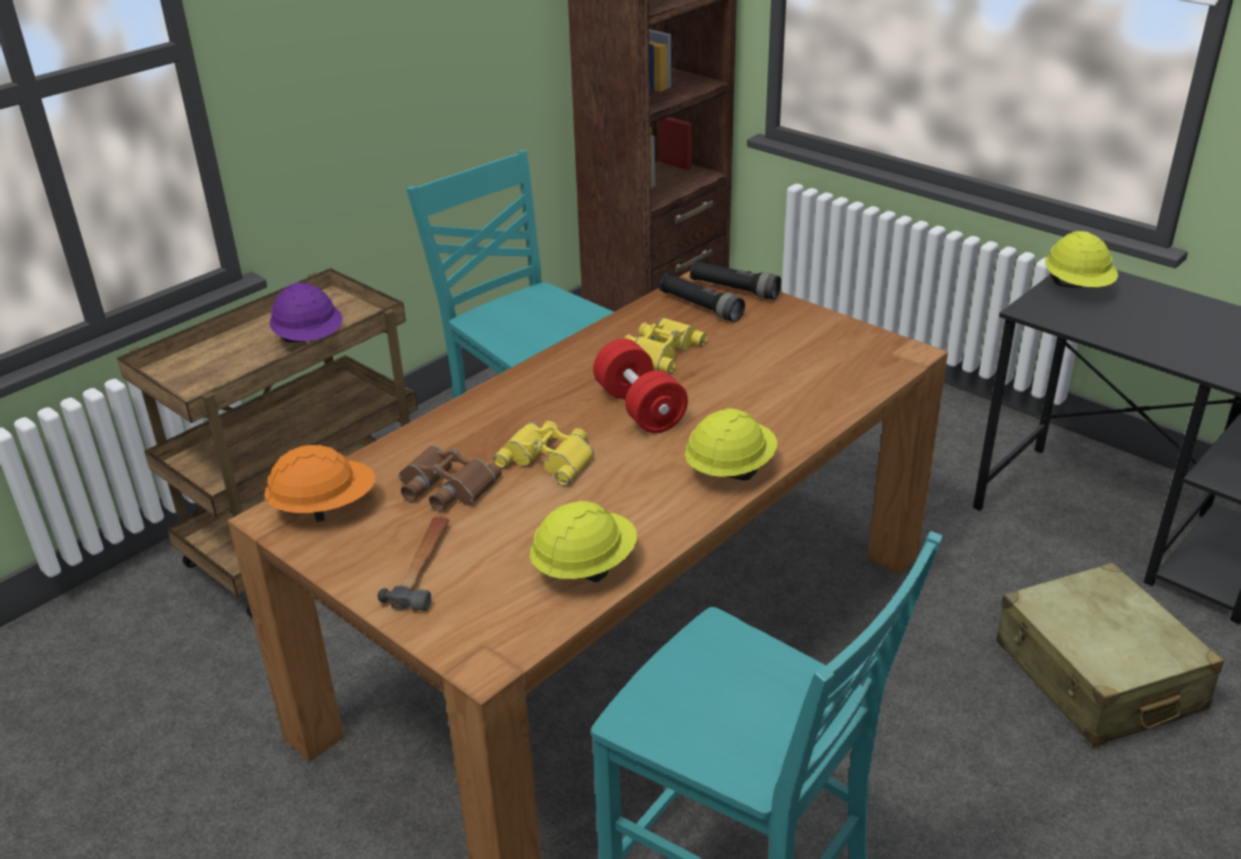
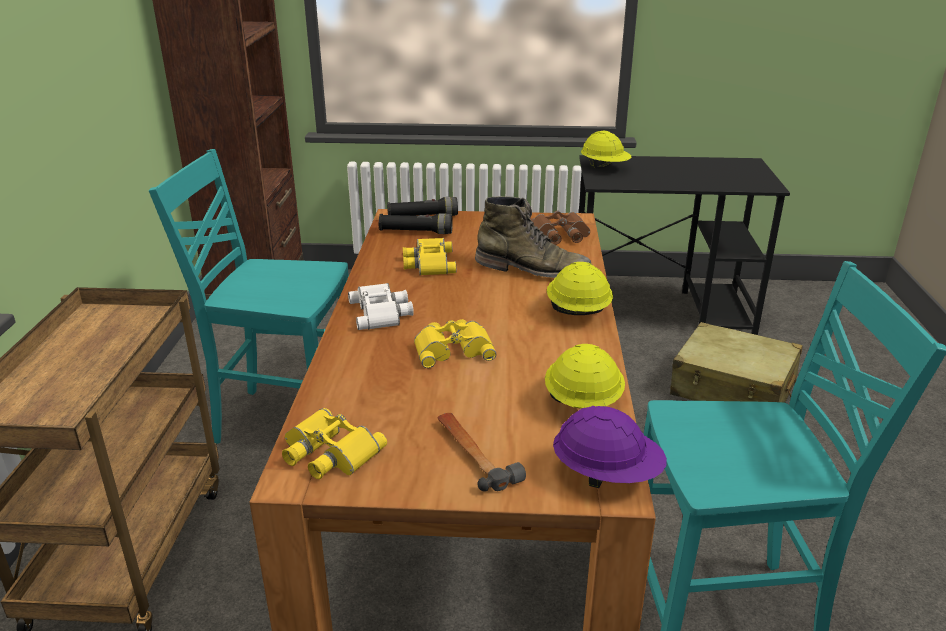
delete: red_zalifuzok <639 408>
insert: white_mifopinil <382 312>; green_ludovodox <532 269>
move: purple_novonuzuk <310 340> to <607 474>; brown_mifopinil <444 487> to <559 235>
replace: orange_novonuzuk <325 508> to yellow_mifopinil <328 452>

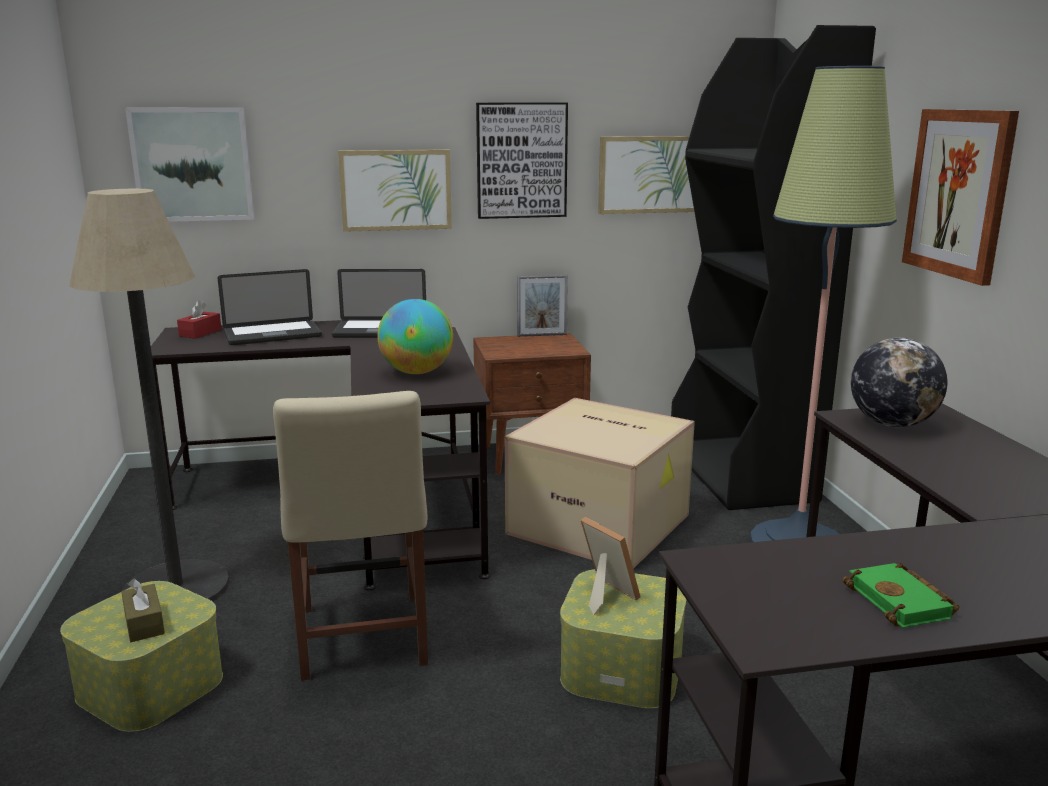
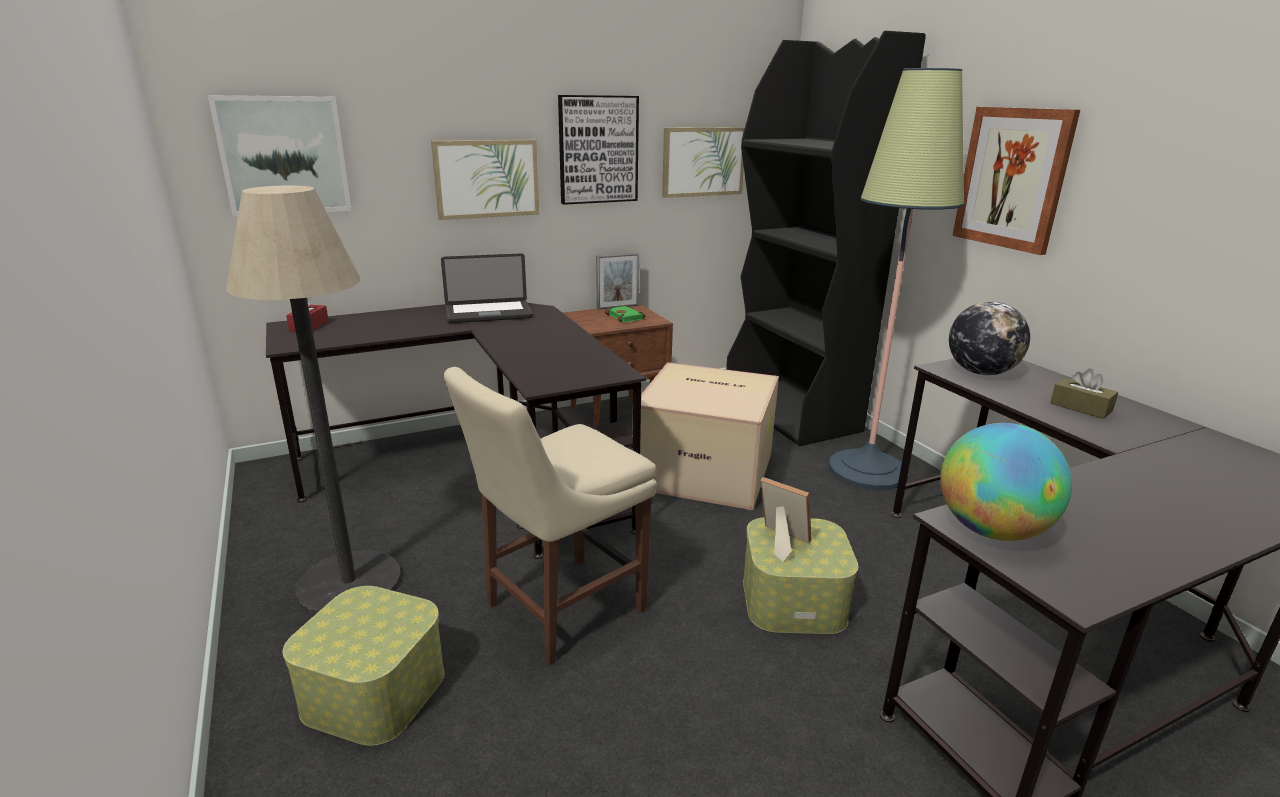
delete: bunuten <272 335>
move: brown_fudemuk <144 623> to <1080 407>; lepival <417 372> to <991 530>; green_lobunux <902 603> to <626 317>
rotate: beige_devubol <362 640> = <558 609> 75 degrees clockwise

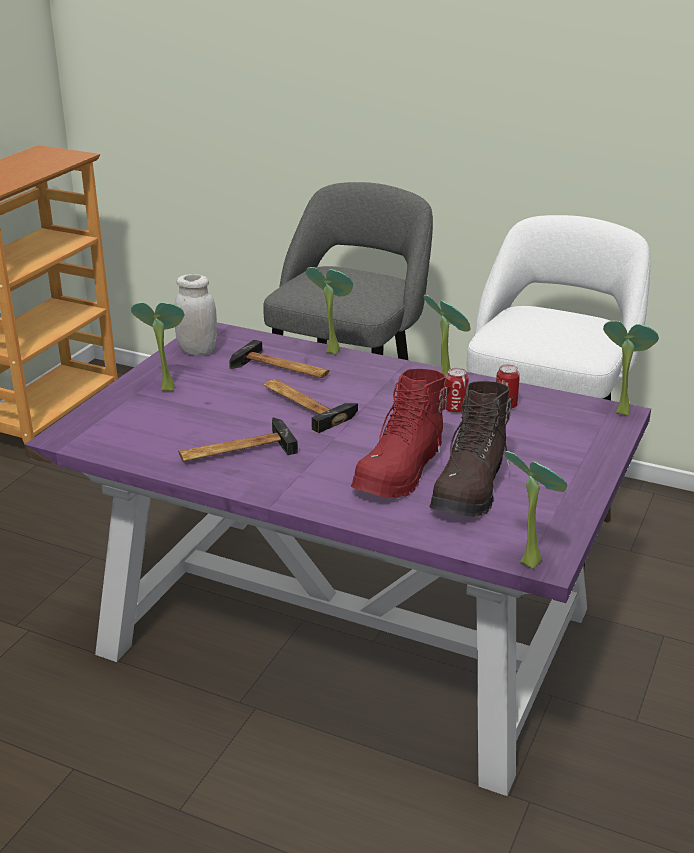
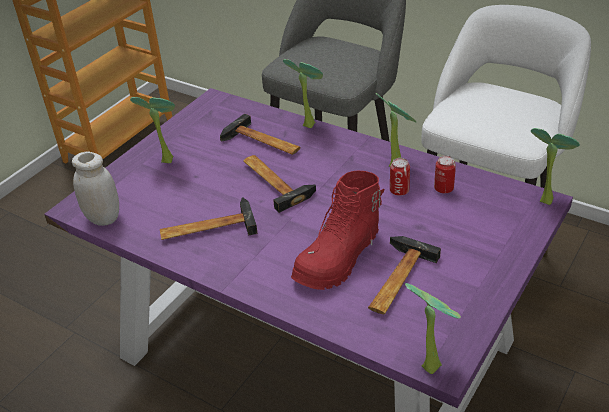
move: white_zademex <197 351> to <103 218>
replace: brown_ludovodox <471 488> to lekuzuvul <395 280>

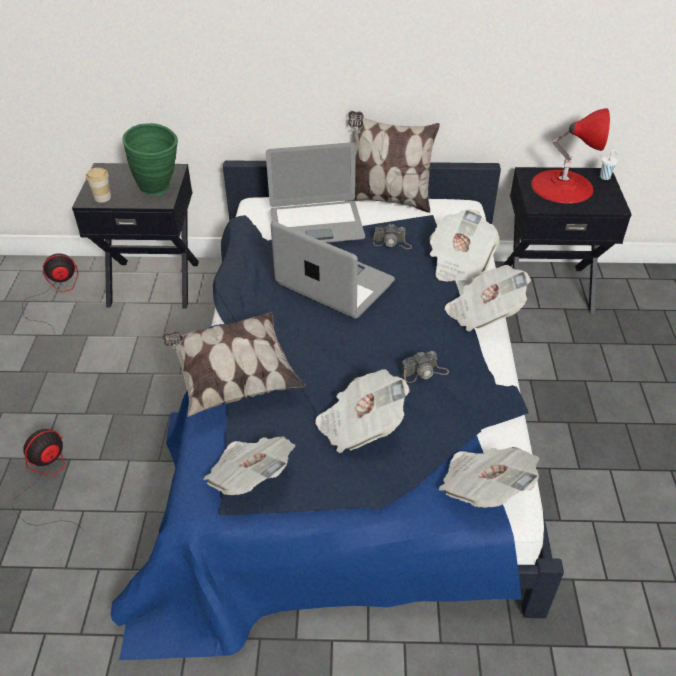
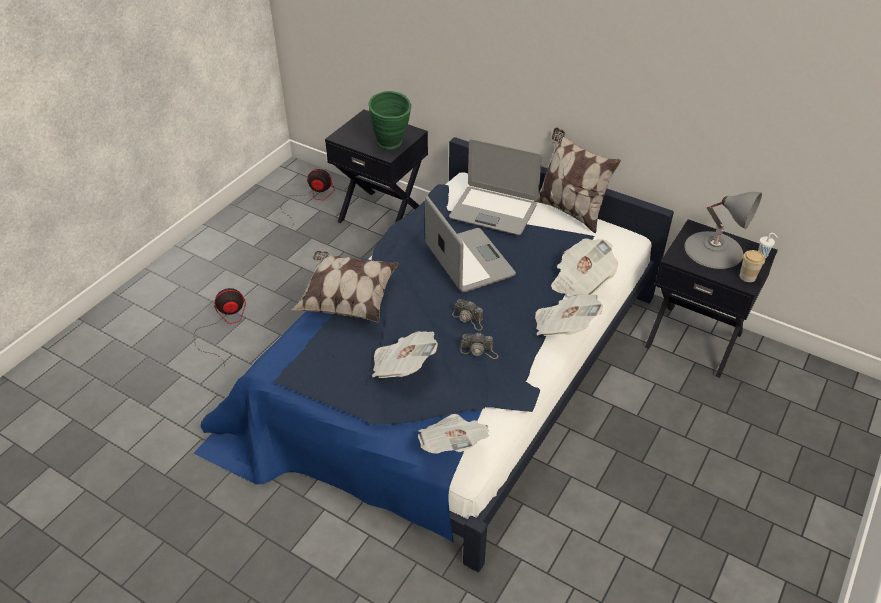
delete: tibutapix <250 477>
move: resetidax <102 197> to <747 277>; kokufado <392 243> to <469 319>
recolor: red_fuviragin <562 186> to grey_fuviragin <714 249>

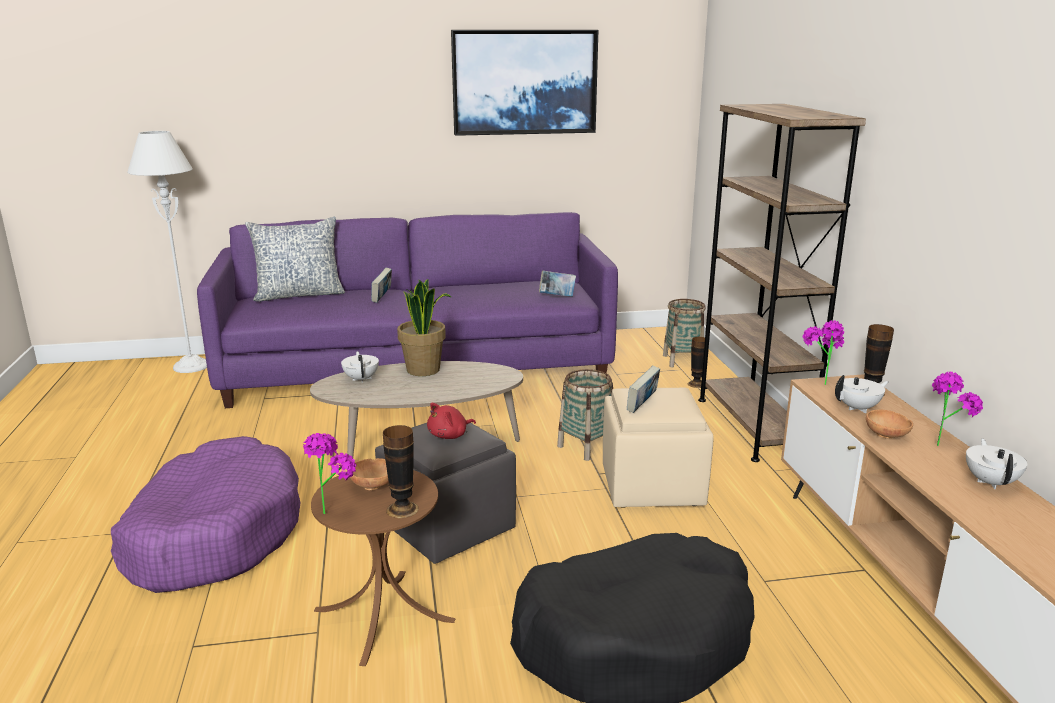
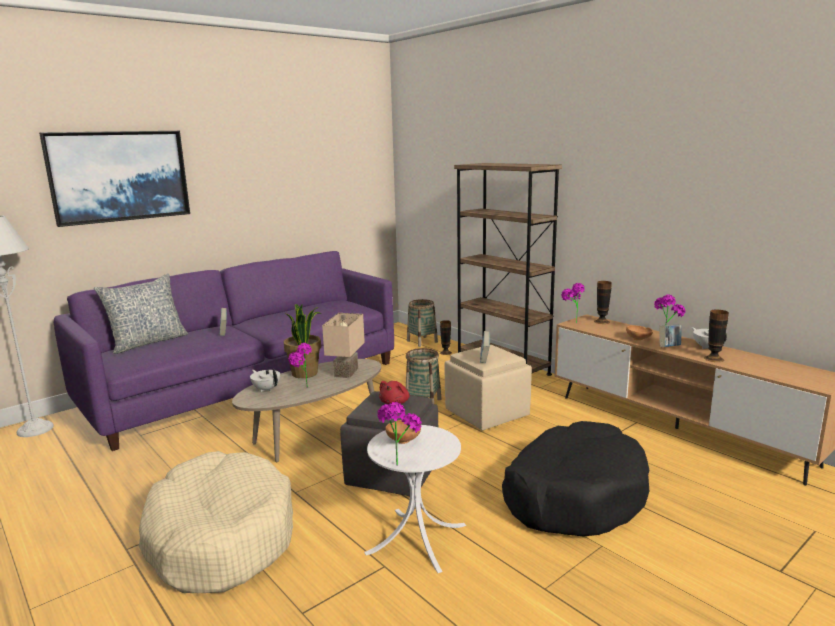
delete: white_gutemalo <858 408>
insert: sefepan <301 388>; beige_fuviragin <345 372>
move: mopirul <402 509> to <713 359>; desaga <524 82> to <119 176>; lobunux <557 297> to <669 348>
recolor: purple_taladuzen <213 534> to beige_taladuzen <220 537>; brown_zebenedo <384 615> to white_zebenedo <416 538>

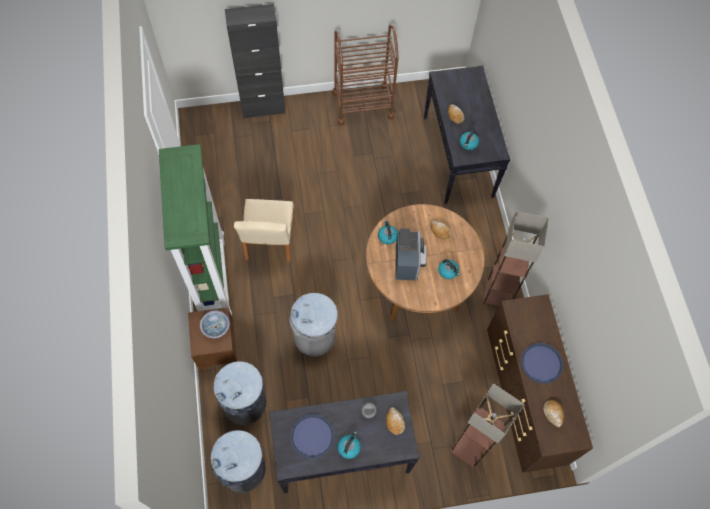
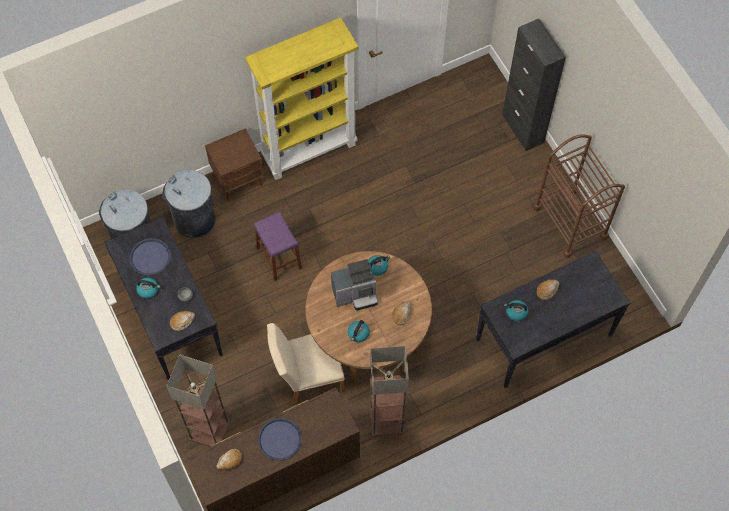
delete: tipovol <215 327>
move: beige_devubol <269 243> to <307 376>
replace: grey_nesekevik <315 337> to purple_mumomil <279 258>
recolor: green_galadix <212 278> to yellow_galadix <309 150>

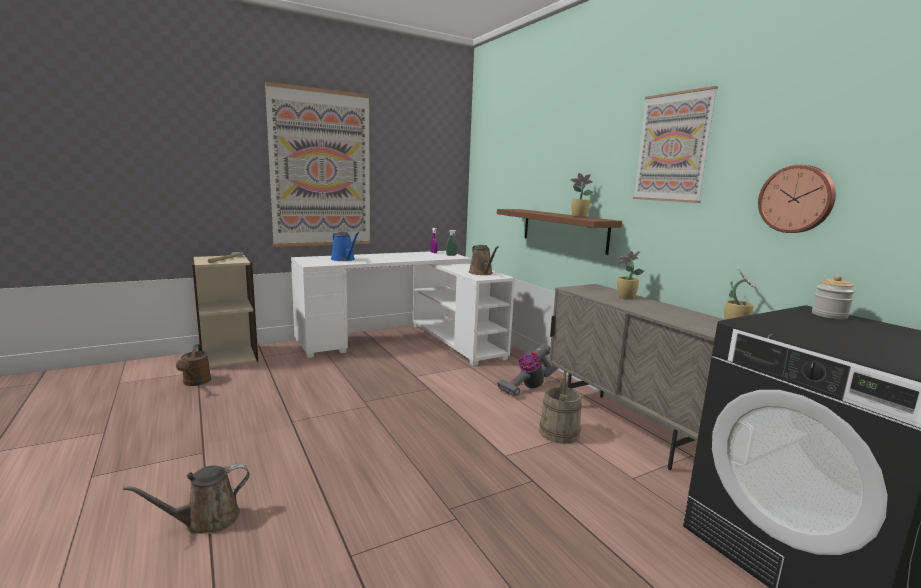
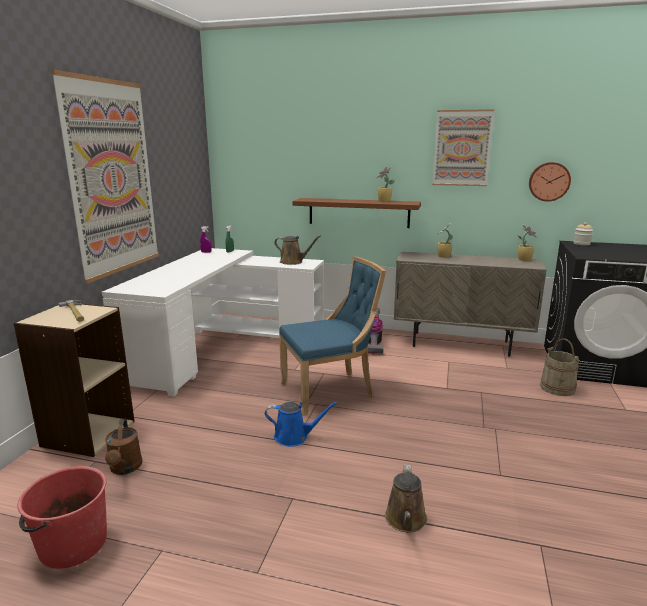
insert: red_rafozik <72 544>; blue_devubol <330 390>
move: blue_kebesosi <344 259> to <294 437>; beige_rafozik <559 433> to <557 388>
rotate: brown_kebesosi <195 383> = <125 468> 45 degrees clockwise

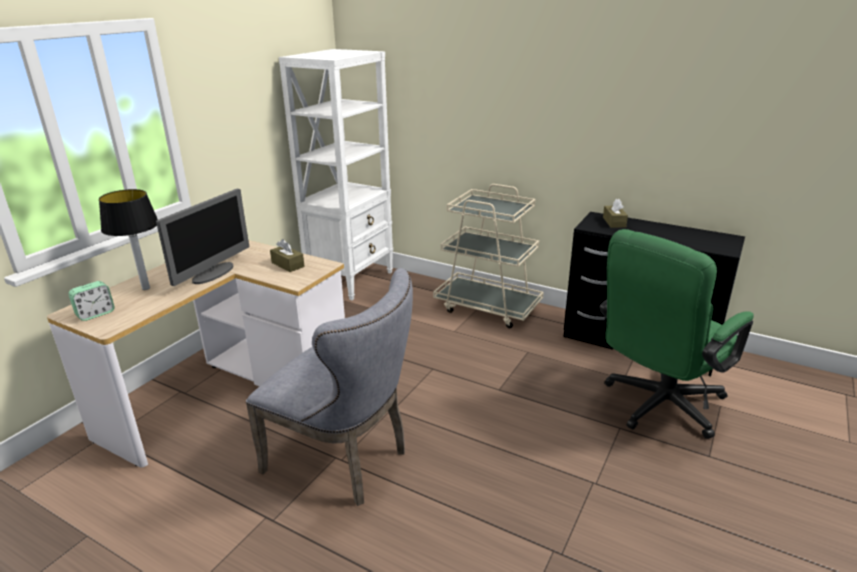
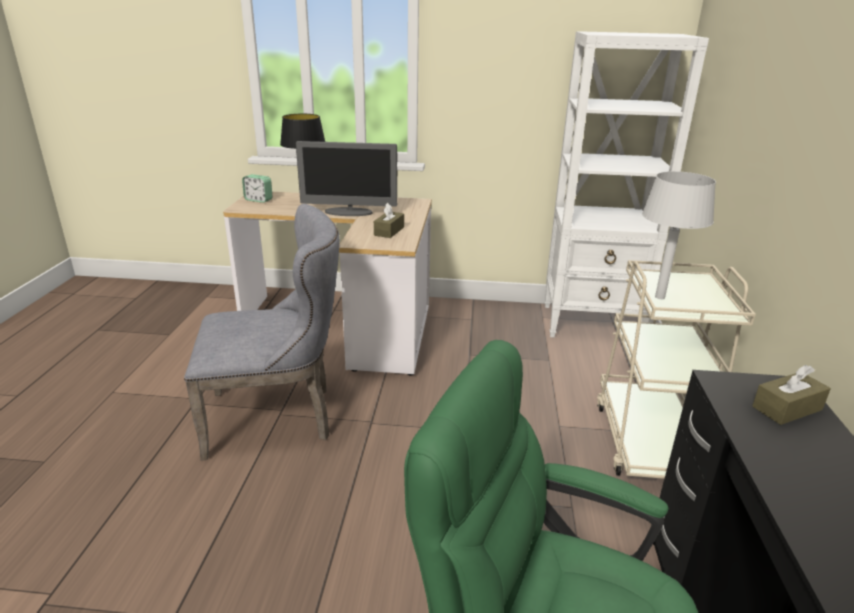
insert: grey_fuviragin <660 297>
rotate: grey_devubol <345 461> = <278 417> 105 degrees counterclockwise

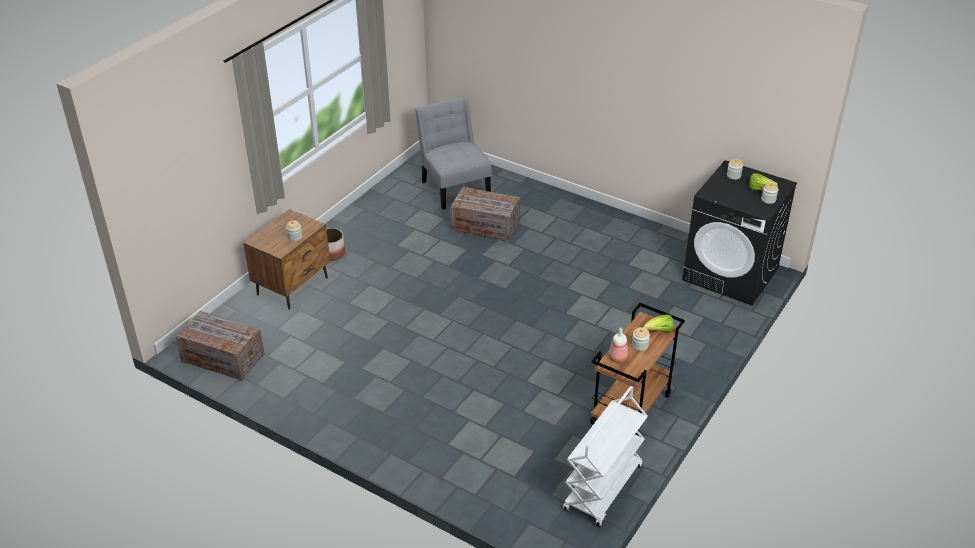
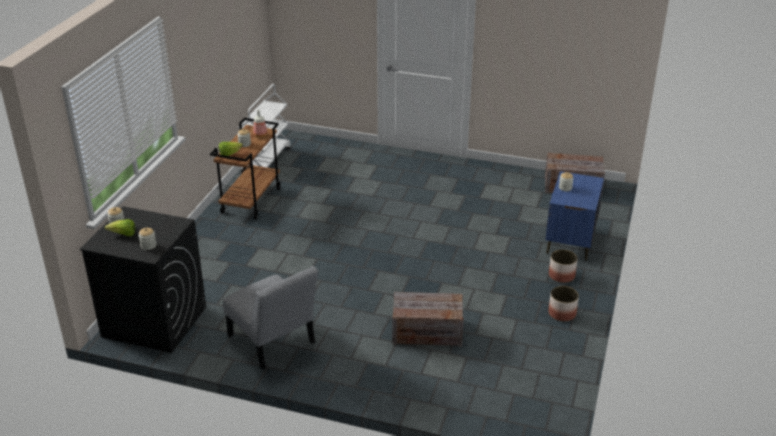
insert: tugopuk <562 313>
move: grey_devubol <454 187> to <273 342>
recolor: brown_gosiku <293 286> to blue_gosiku <570 242>

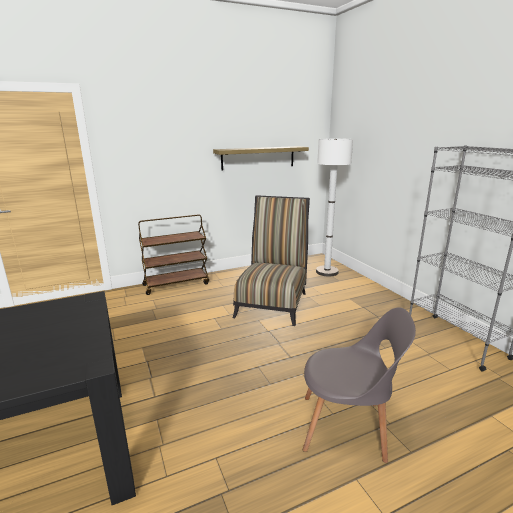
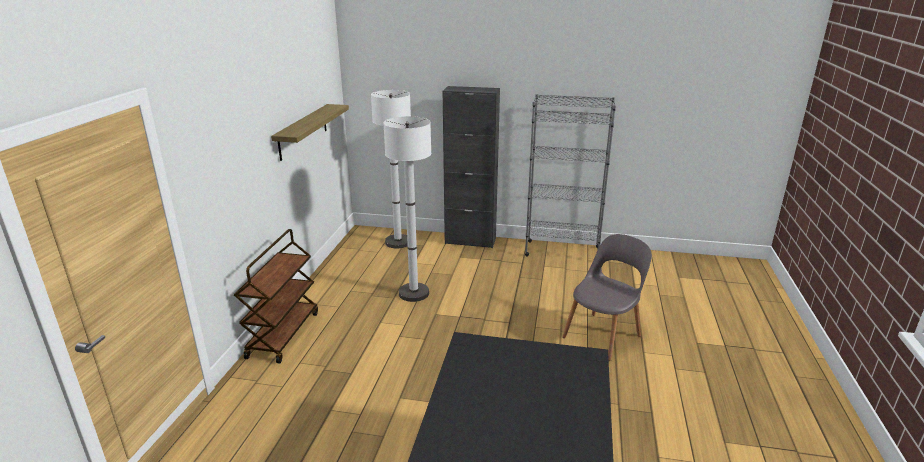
insert: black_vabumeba <470 241>
replace: devubol <273 302> to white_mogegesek <414 293>

